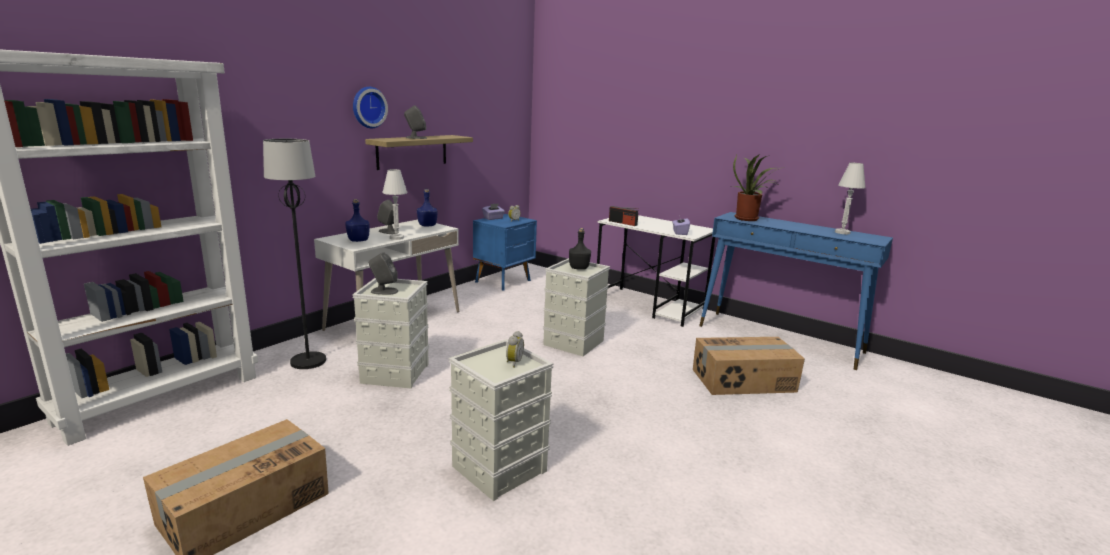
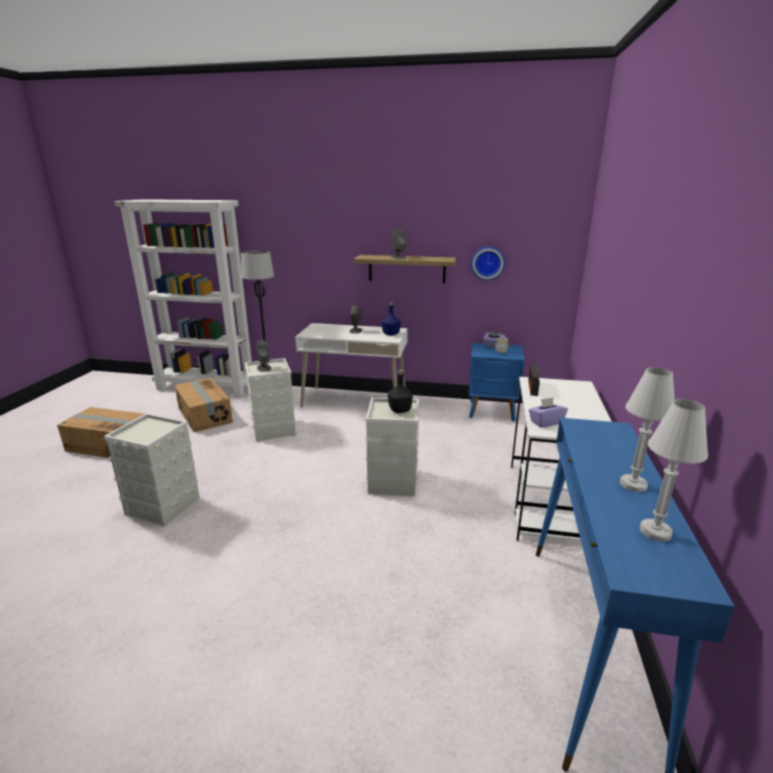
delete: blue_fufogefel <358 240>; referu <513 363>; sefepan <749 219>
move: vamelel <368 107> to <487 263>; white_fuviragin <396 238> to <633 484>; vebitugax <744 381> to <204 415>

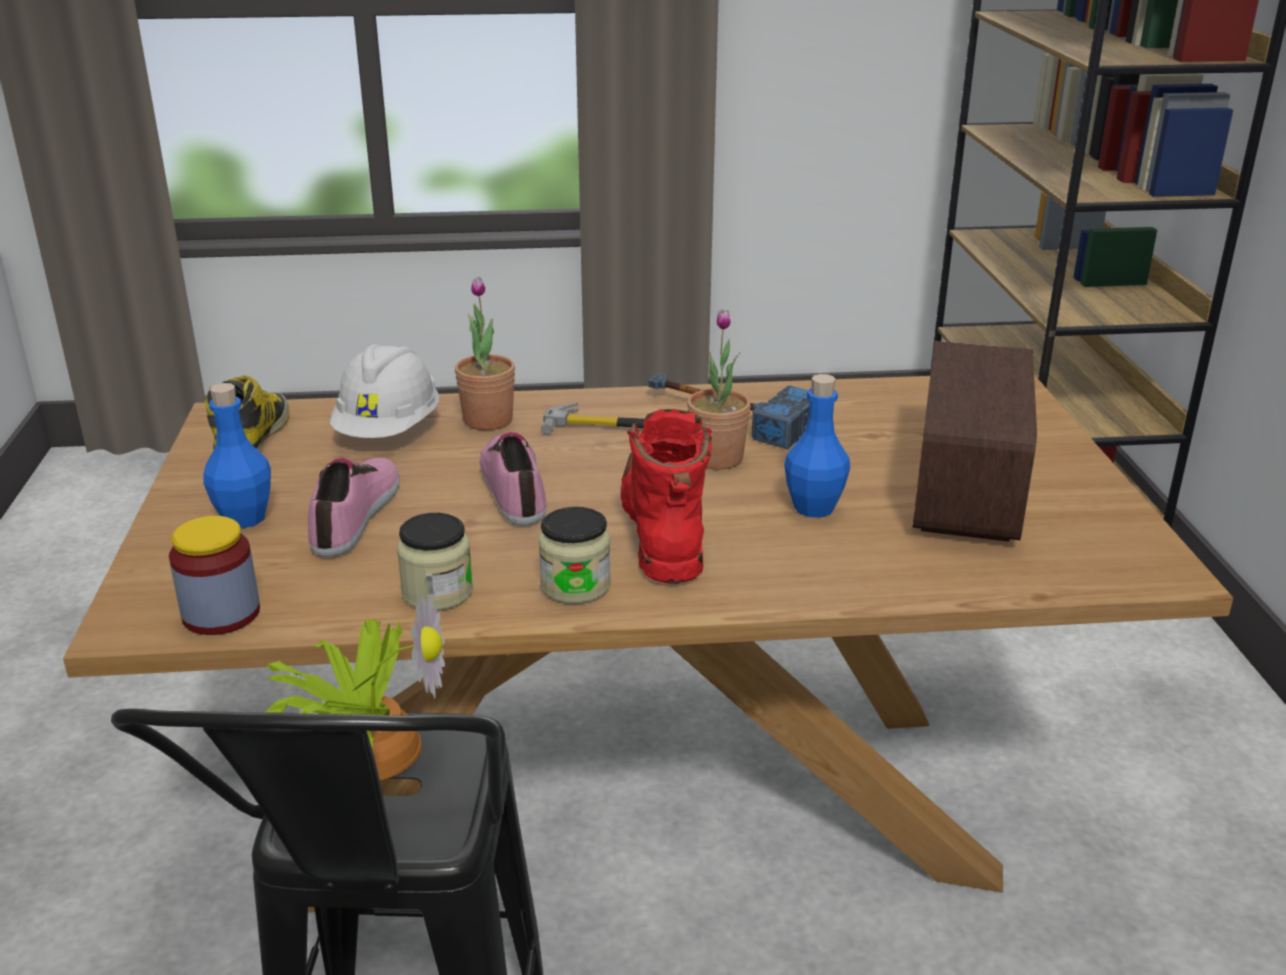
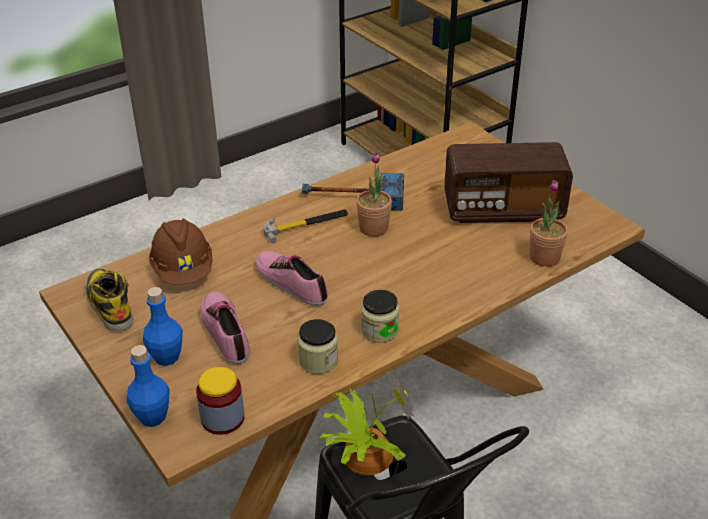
delete: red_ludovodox <664 529>
move: sefepan <488 420> to <544 257>; blue_fufogefel <814 508> to <152 417>
recolor: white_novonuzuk <389 431> to brown_novonuzuk <183 270>
rotate: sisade <967 492> = <503 209> 75 degrees counterclockwise

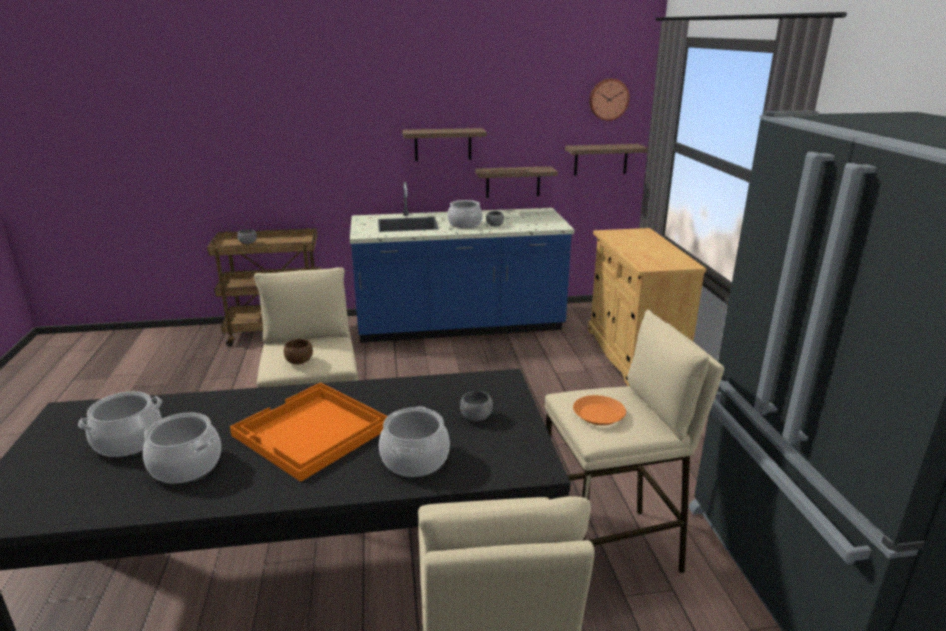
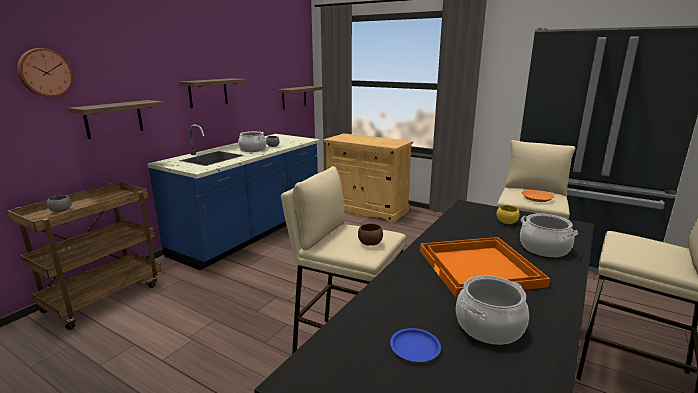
move: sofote <513 182> to <114 119>; vamelel <608 99> to <45 72>
replace: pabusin <128 440> to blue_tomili <414 348>
recolor: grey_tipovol <476 417> to yellow_tipovol <506 222>

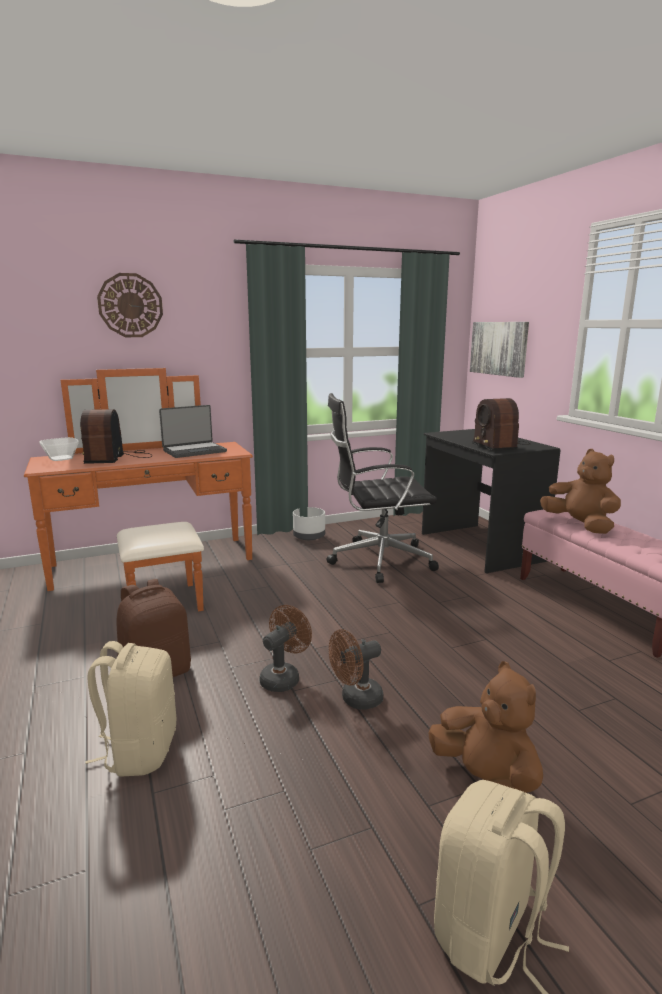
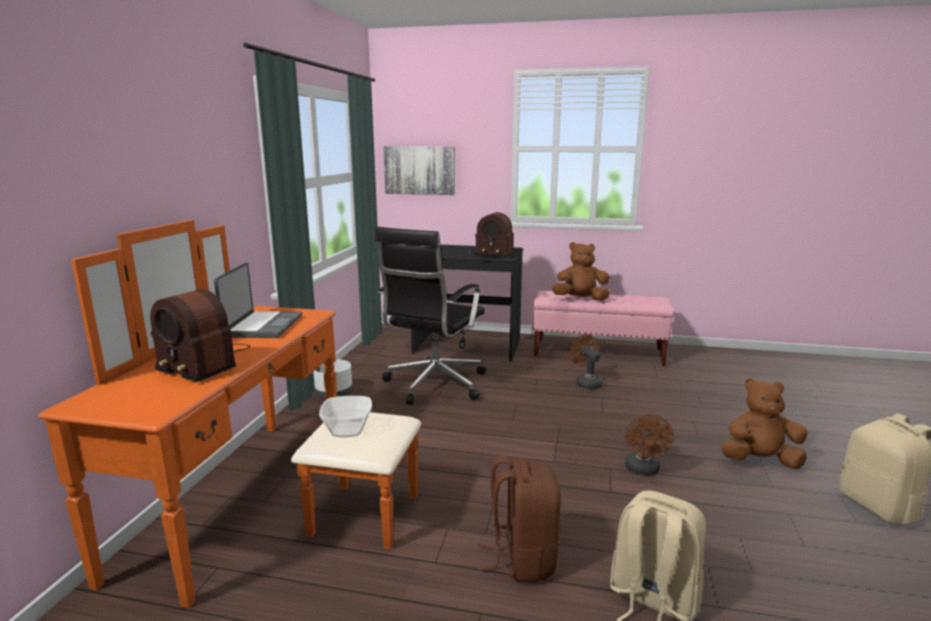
delete: vamelel <130 305>
move: tipovol <62 458> to <348 430>; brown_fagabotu <283 677> to <586 382>

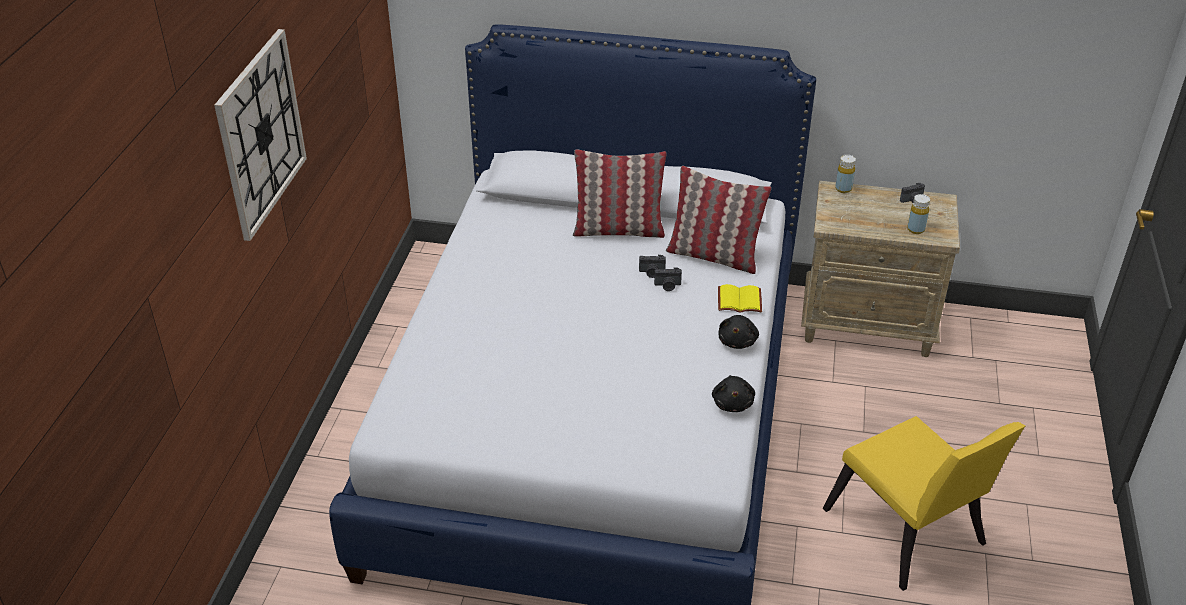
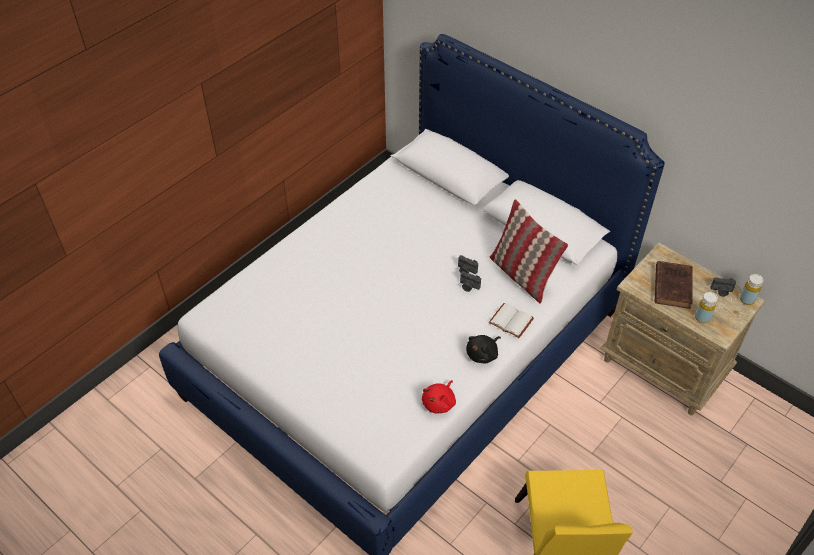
delete: vamelel <261 133>; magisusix <618 230>
insert: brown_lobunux <672 286>
move: yellow_fufogefel <843 189> to <746 300>
recolor: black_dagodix <732 403> to red_dagodix <439 402>; yellow_lobunux <740 300> to white_lobunux <512 320>

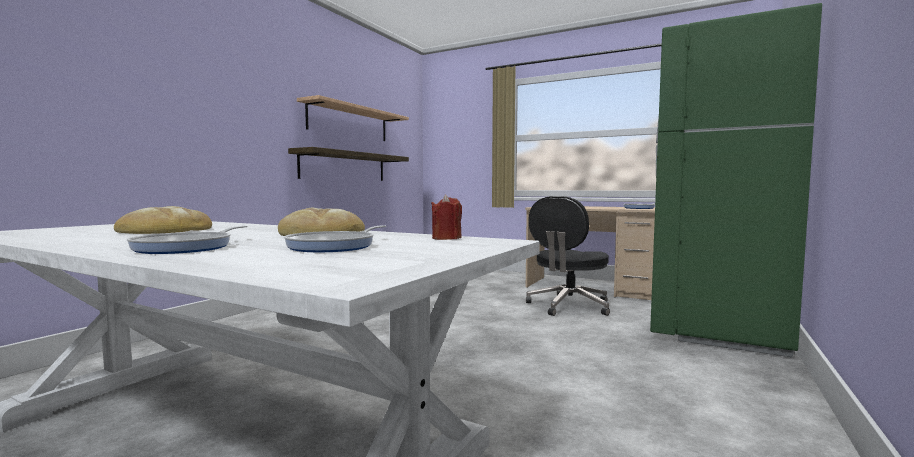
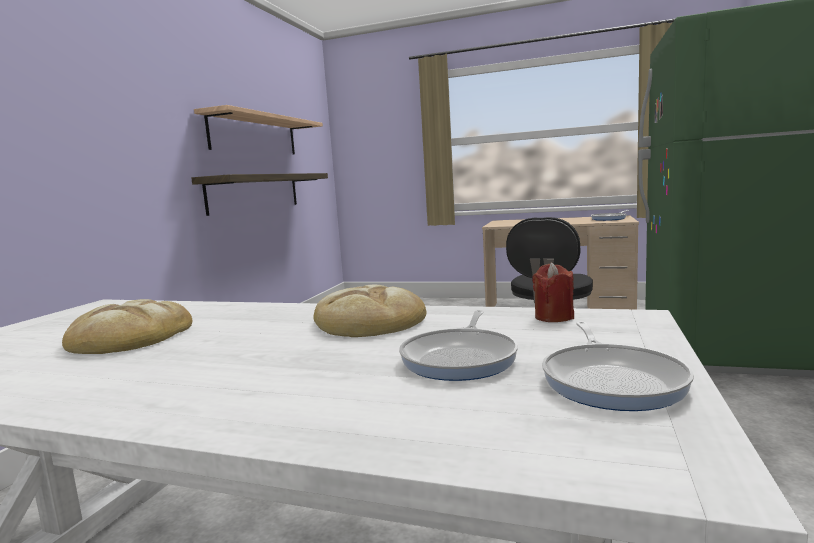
move: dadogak <188 247> to <612 380>

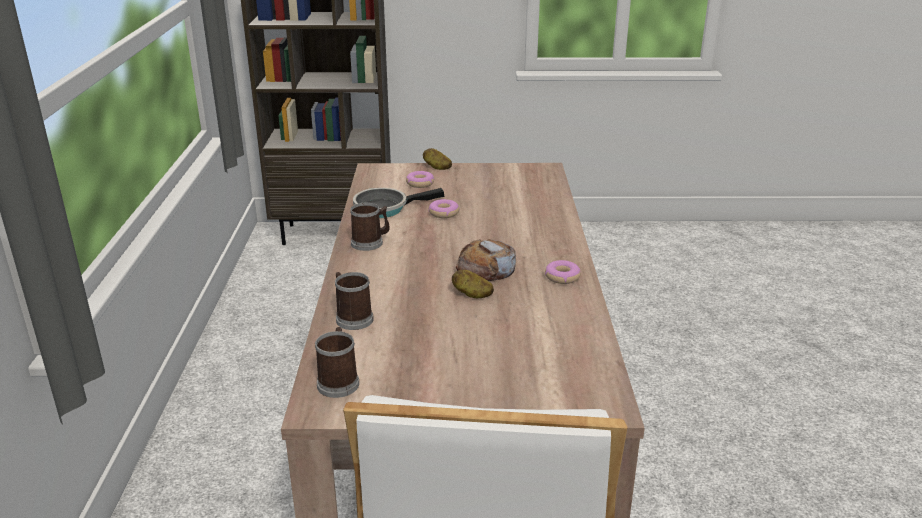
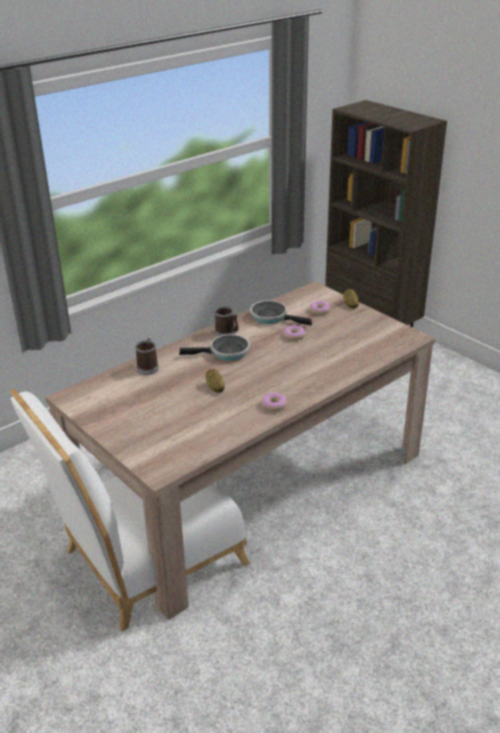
delete: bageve <339 381>; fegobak <486 268>
insert: dadogak <226 352>

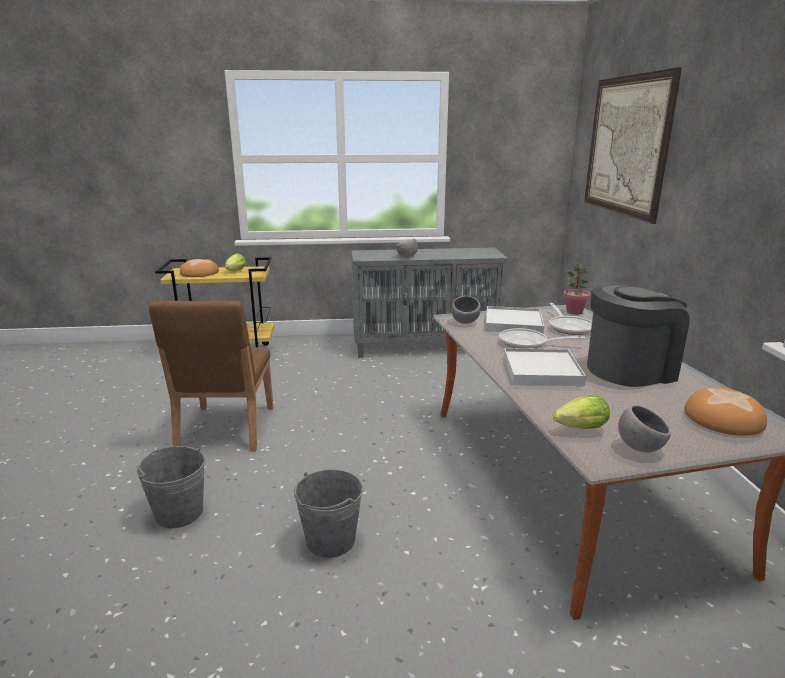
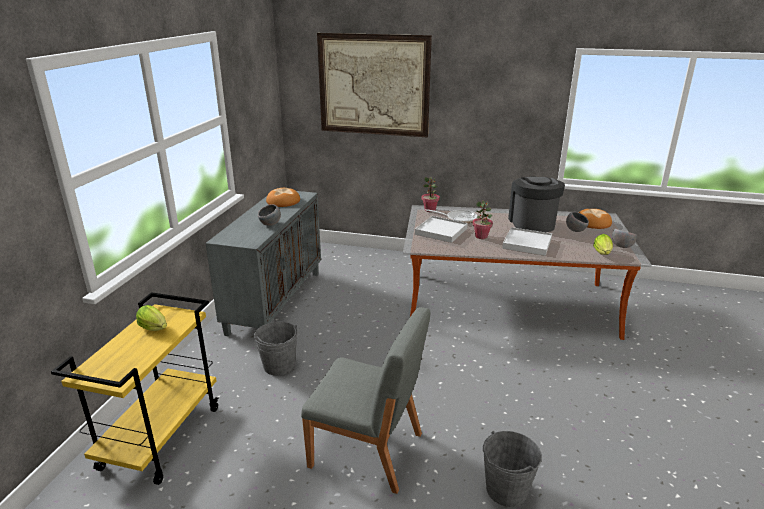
move: fegobak <200 273> to <283 201>; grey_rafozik <330 540> to <279 365>; grey_tipovol <465 322> to <575 230>
replace: dadogak <527 343> to sefepan <481 236>
recolor: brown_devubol <225 429> to grey_devubol <368 451>

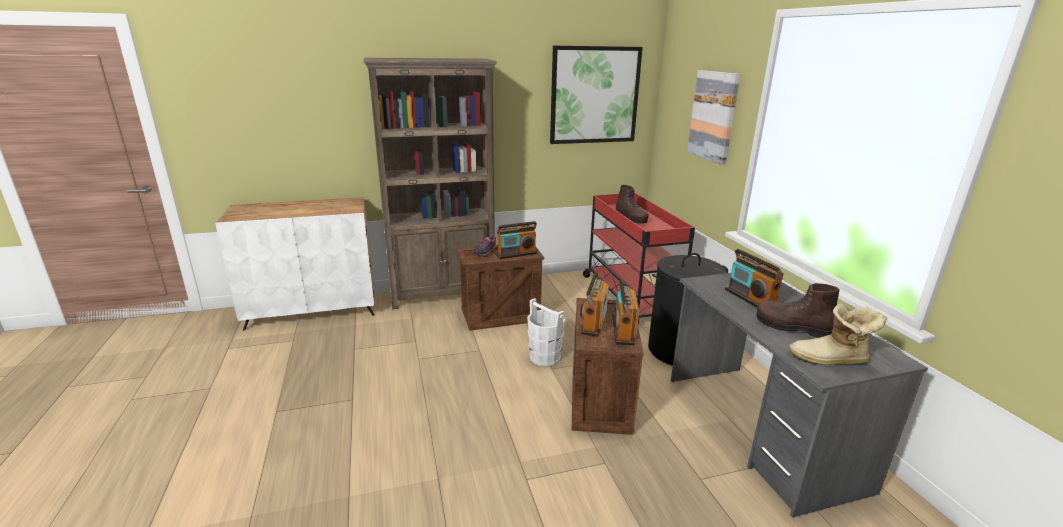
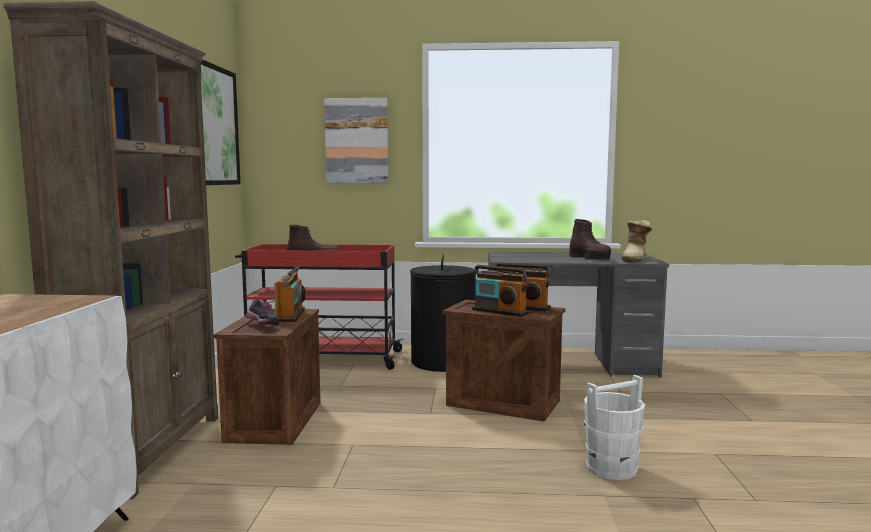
delete: sisade <751 299>
move: white_rafozik <544 356> to <611 468>
rotate: brown_ludovodox <792 327> = <590 258> 75 degrees counterclockwise

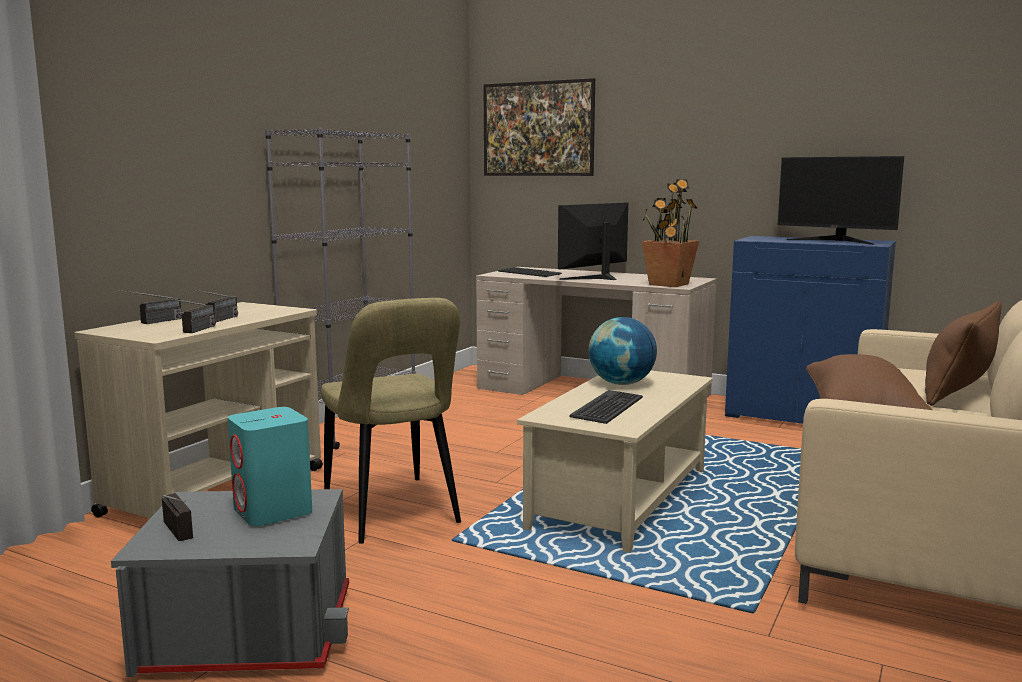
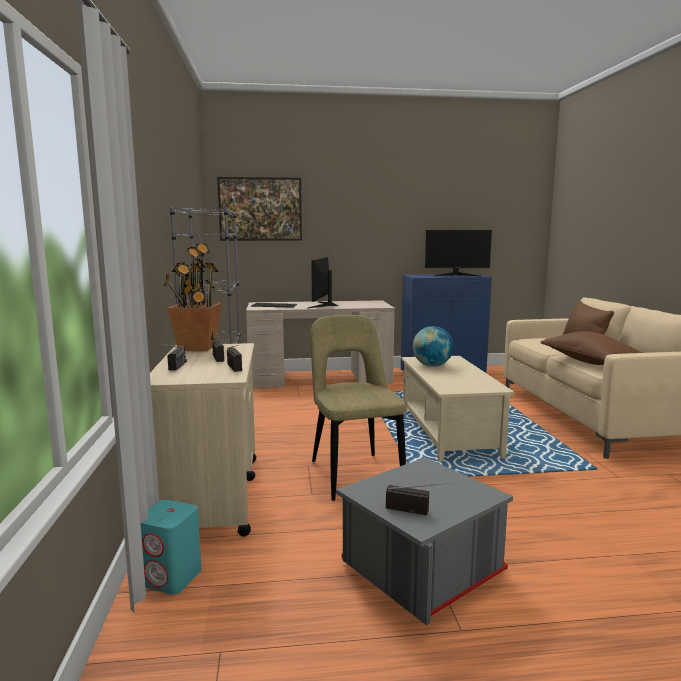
delete: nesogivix <608 407>
move: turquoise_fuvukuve <273 511> to <172 577>; sefepan <668 284> to <196 348>
rotate: beige_devubol <393 512> = <354 473> 135 degrees counterclockwise

